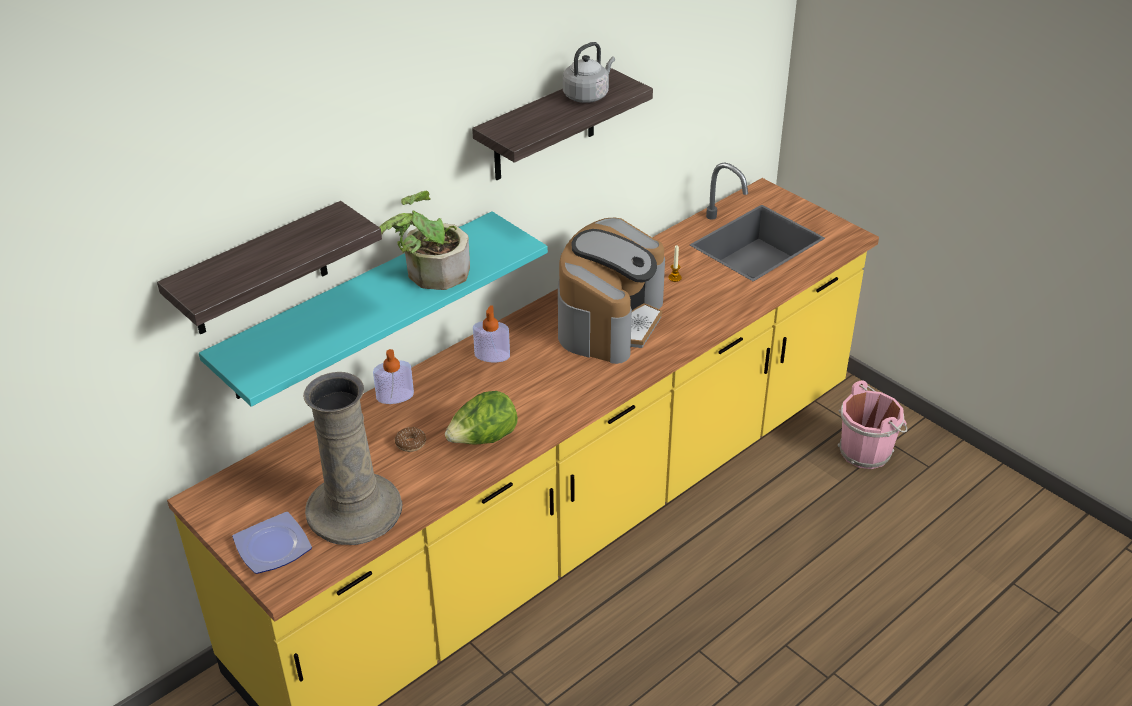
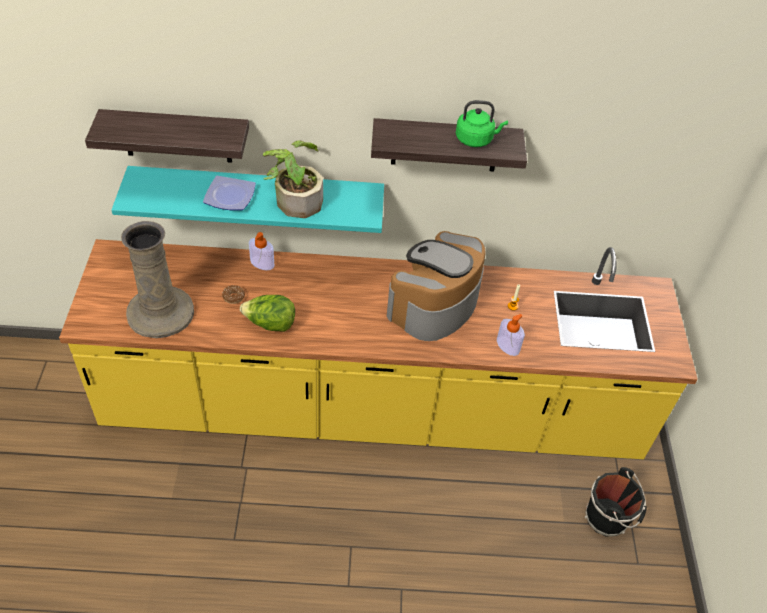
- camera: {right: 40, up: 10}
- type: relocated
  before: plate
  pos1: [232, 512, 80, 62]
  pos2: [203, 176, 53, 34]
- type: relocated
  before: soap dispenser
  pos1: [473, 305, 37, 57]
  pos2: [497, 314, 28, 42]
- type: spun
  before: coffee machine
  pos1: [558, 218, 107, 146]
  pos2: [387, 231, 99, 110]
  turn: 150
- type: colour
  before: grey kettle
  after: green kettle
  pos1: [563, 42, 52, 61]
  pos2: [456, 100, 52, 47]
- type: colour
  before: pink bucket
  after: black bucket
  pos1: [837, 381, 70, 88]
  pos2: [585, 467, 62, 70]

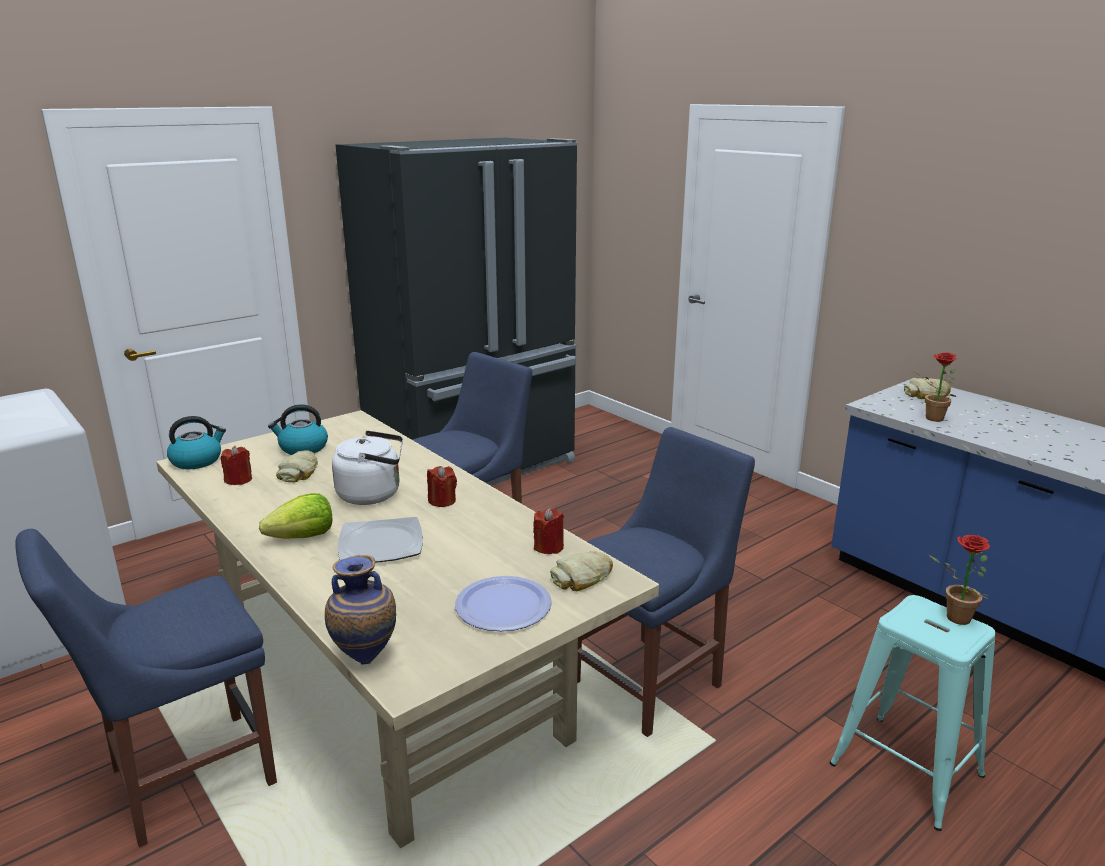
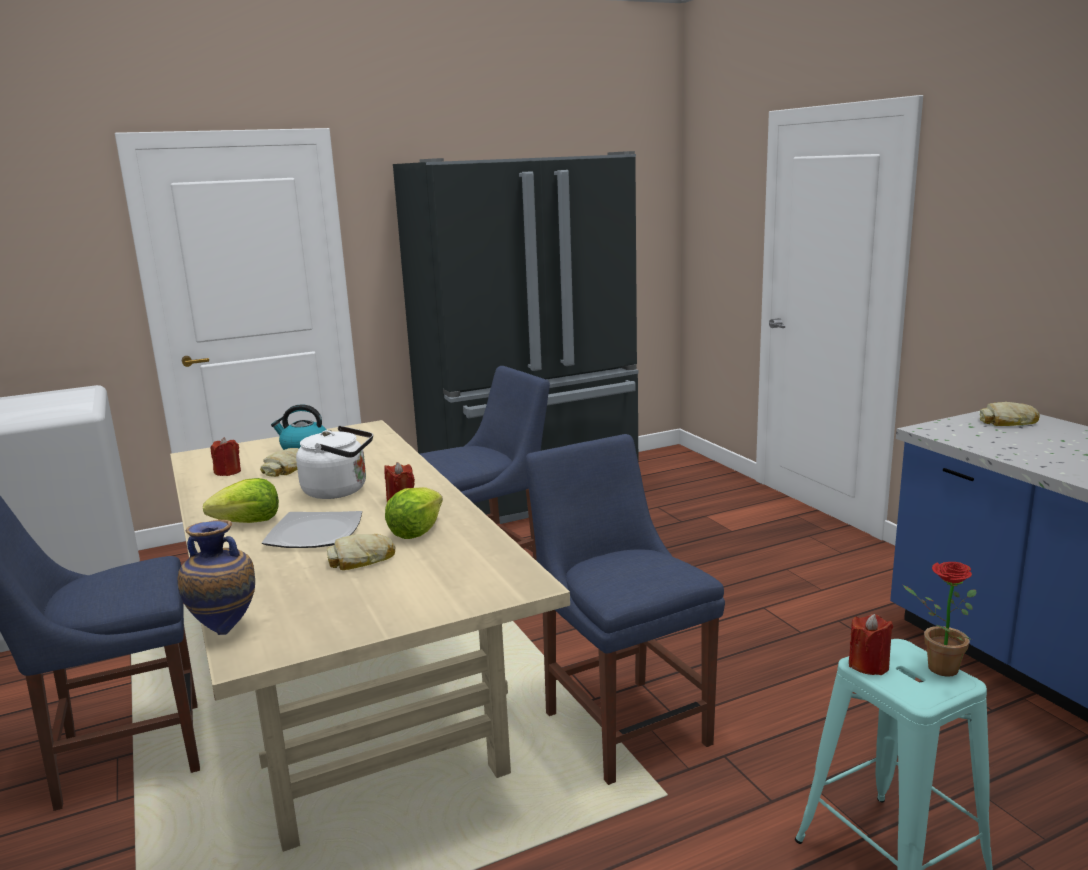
- camera: {right: 15, up: -5}
- type: missing
  before: kettle
  pos1: [167, 416, 59, 53]
- type: missing
  before: plate
  pos1: [455, 576, 97, 55]
- type: relocated
  before: red candle
  pos1: [533, 508, 31, 46]
  pos2: [849, 614, 44, 61]
- type: relocated
  before: bread
  pos1: [550, 551, 63, 40]
  pos2: [327, 534, 69, 36]
- type: spun
  before: blue chair
  pos1: [577, 427, 178, 310]
  pos2: [525, 434, 200, 351]
  turn: -90
- type: missing
  before: potted plant
  pos1: [913, 352, 44, 70]
- type: appeared
  after: lettuce
  pos2: [385, 487, 58, 52]

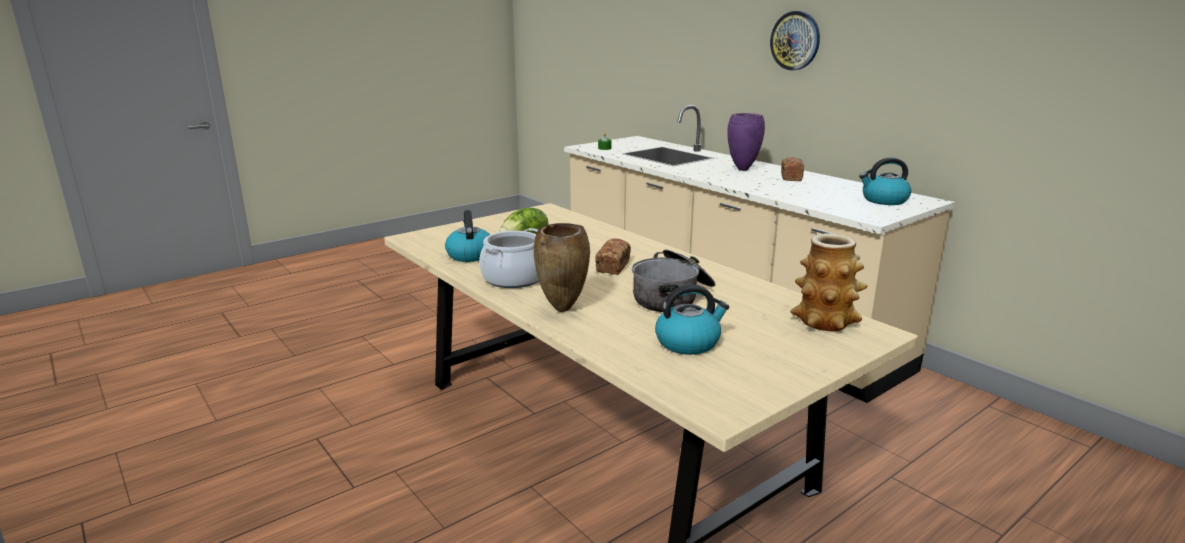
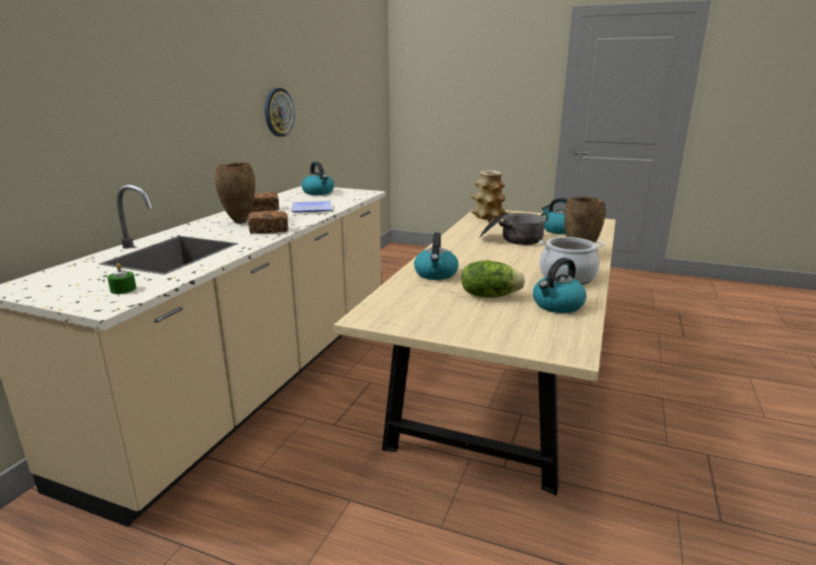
- camera: {right: -120, up: 0}
- type: relocated
  before: bread
  pos1: [595, 239, 36, 36]
  pos2: [248, 211, 40, 23]
- type: colour
  before: purple vase
  after: brown vase
  pos1: [727, 113, 38, 58]
  pos2: [215, 162, 40, 62]
- type: relocated
  before: wall clock
  pos1: [770, 11, 50, 59]
  pos2: [265, 88, 30, 49]
- type: appeared
  after: plate
  pos2: [291, 201, 41, 11]
- type: appeared
  after: kettle
  pos2: [414, 232, 45, 48]

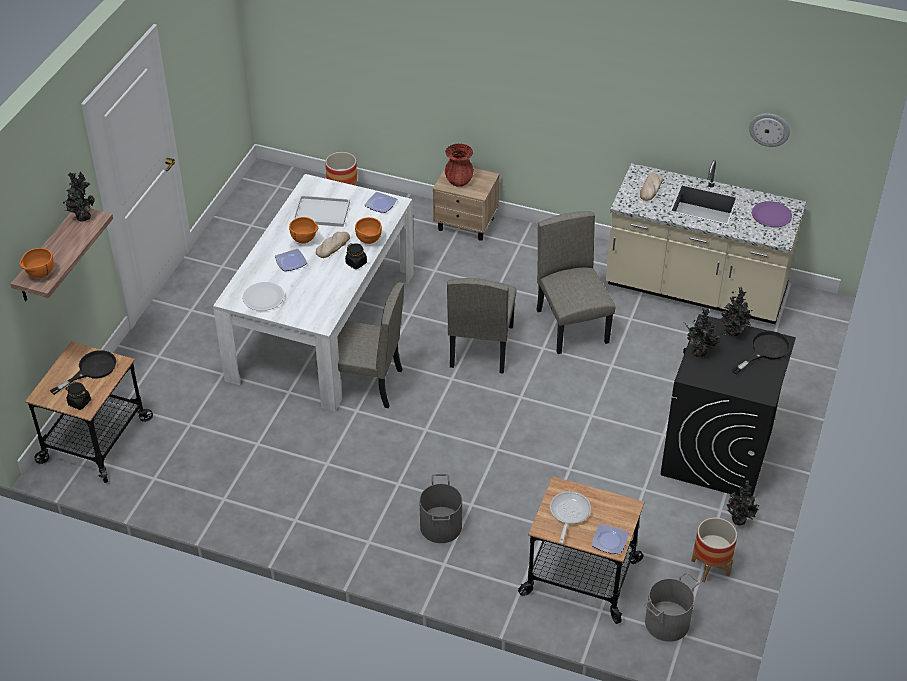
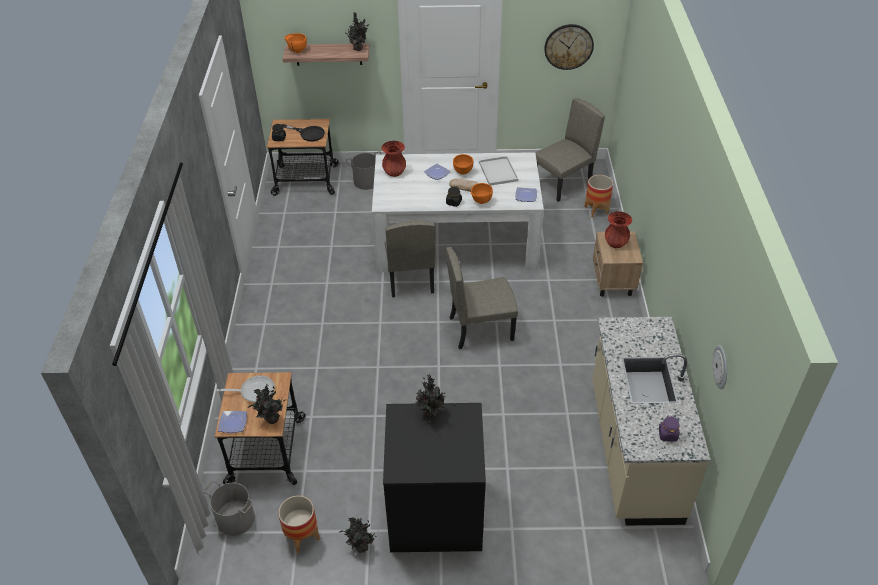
- camera: {right: 70, up: 0}
- type: exchanged
  before: white plate
  after: red vase
  pos1: [243, 282, 42, 29]
  pos2: [381, 141, 25, 36]
- type: relocated
  before: grey bucket
  pos1: [419, 474, 43, 69]
  pos2: [346, 151, 36, 39]
- type: relocated
  before: beige chair
  pos1: [536, 211, 80, 143]
  pos2: [535, 98, 70, 104]
- type: missing
  before: bread
  pos1: [640, 173, 23, 28]
- type: relocated
  before: potted plant
  pos1: [721, 287, 32, 50]
  pos2: [248, 384, 38, 40]
- type: missing
  before: black frying pan
  pos1: [732, 331, 59, 44]
- type: exchanged
  before: purple plate
  after: purple jar
  pos1: [752, 201, 40, 26]
  pos2: [659, 415, 21, 27]
- type: appeared
  after: wall clock
  pos2: [544, 24, 50, 46]

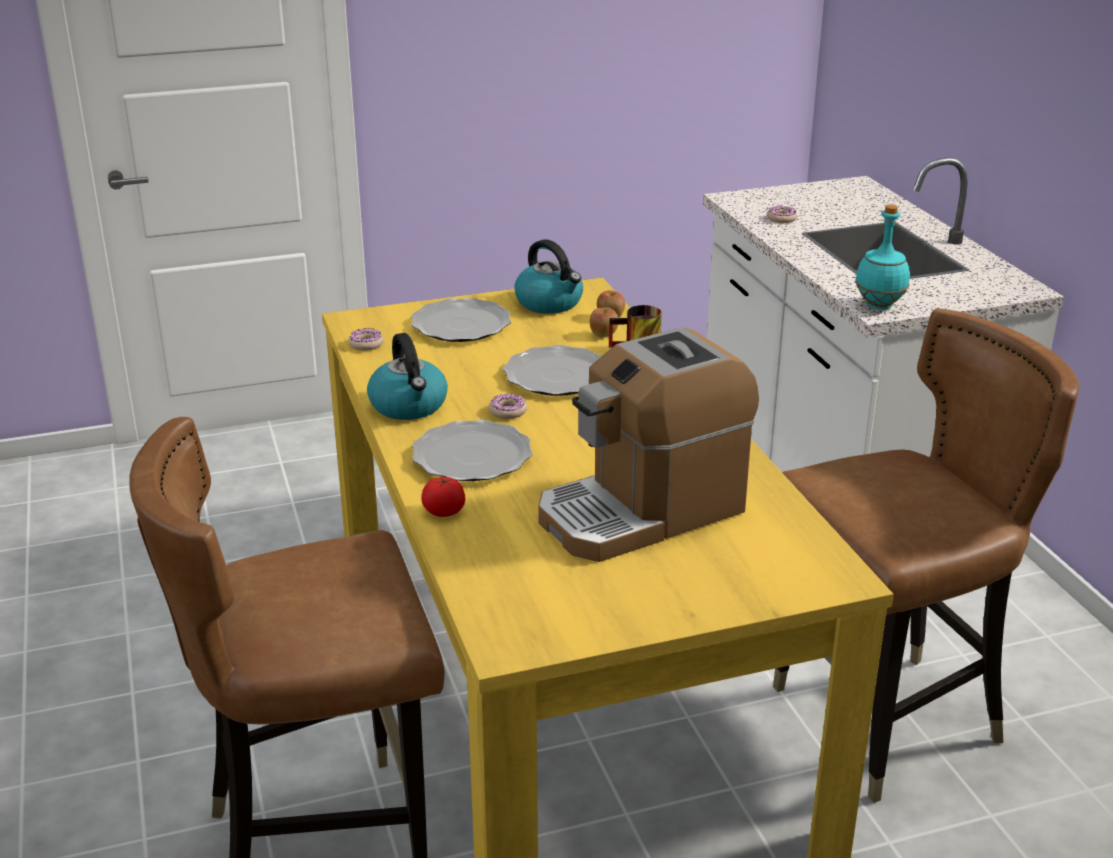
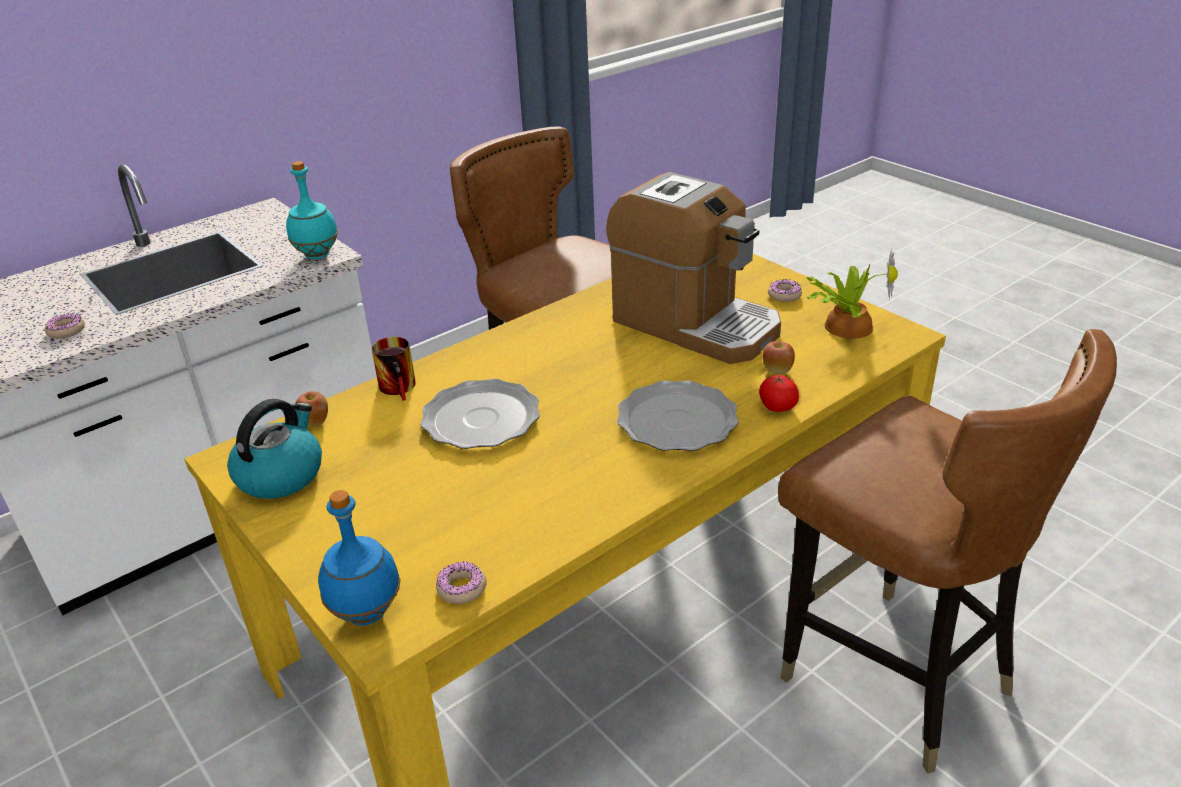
- camera: {right: -110, up: 5}
- type: missing
  before: kettle
  pos1: [367, 333, 81, 87]
- type: missing
  before: plate
  pos1: [411, 298, 100, 44]
- type: relocated
  before: donut
  pos1: [489, 394, 38, 25]
  pos2: [768, 279, 34, 23]
- type: relocated
  before: apple
  pos1: [590, 308, 28, 30]
  pos2: [762, 341, 33, 33]
- type: appeared
  after: blue bottle
  pos2: [318, 490, 83, 136]
- type: appeared
  after: potted plant
  pos2: [807, 249, 91, 90]

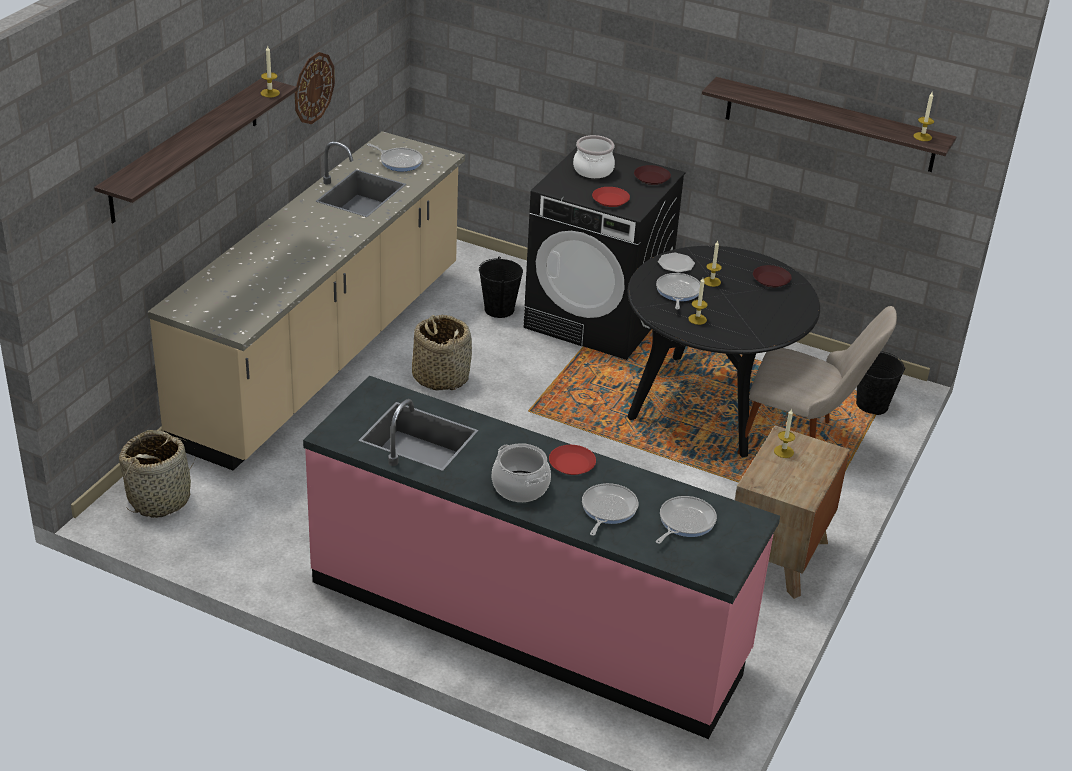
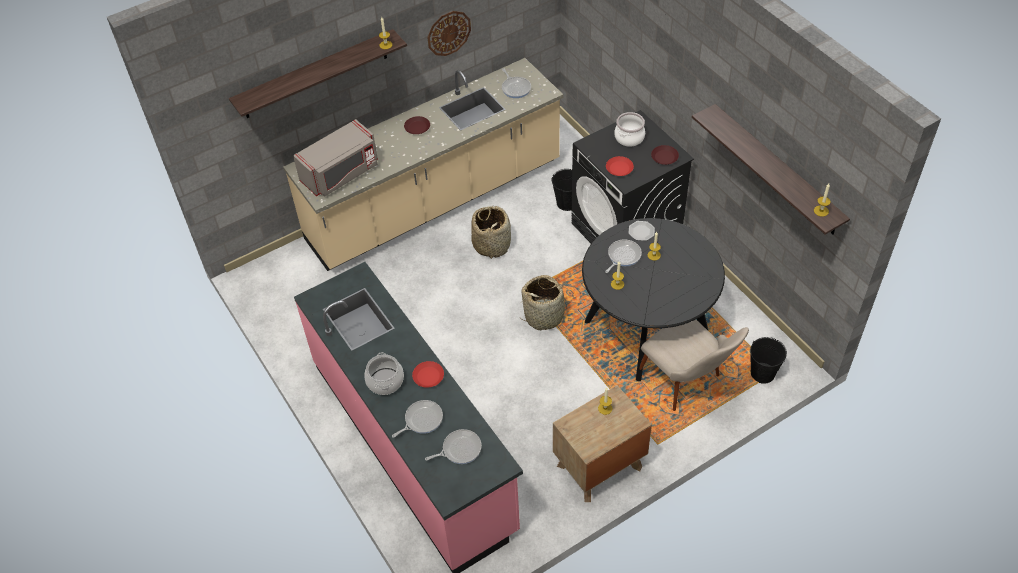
- camera: {right: 35, up: 15}
- type: relocated
  before: basket
  pos1: [119, 430, 77, 88]
  pos2: [520, 275, 54, 55]
- type: relocated
  before: brown plate
  pos1: [753, 265, 39, 22]
  pos2: [404, 116, 26, 18]
- type: appeared
  after: grey microwave
  pos2: [293, 119, 85, 78]

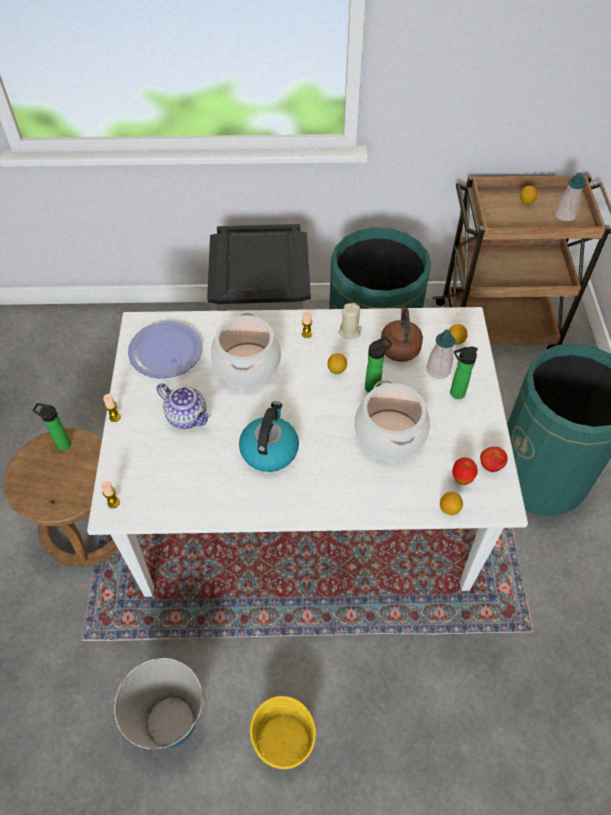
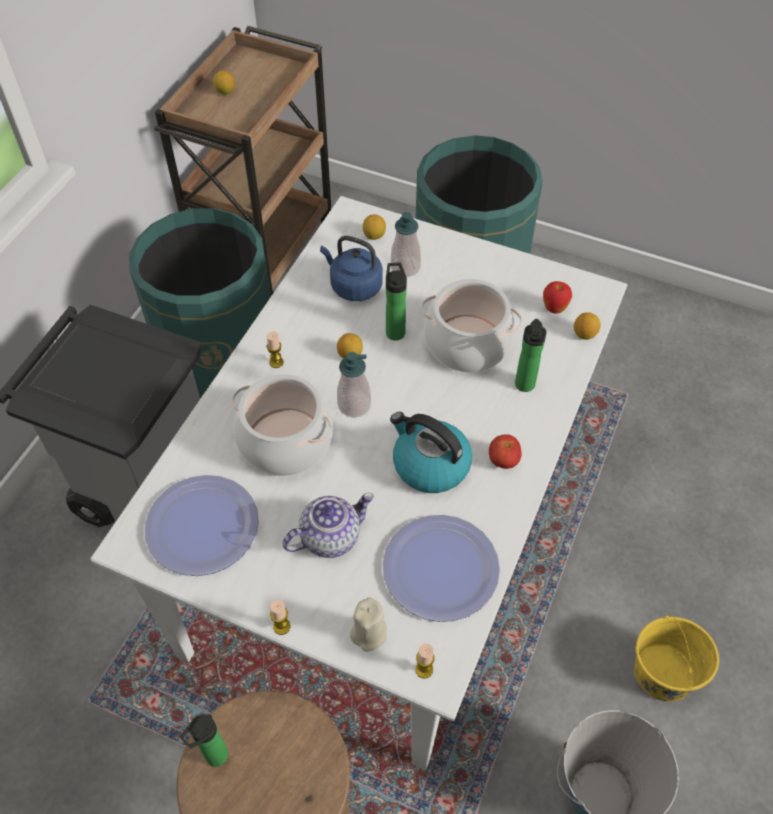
- camera: {right: -65, up: 0}
- type: relocated
  before: beige candle
  pos1: [339, 303, 23, 36]
  pos2: [350, 597, 37, 55]
- type: colour
  before: brown kettle
  after: blue kettle
  pos1: [381, 307, 42, 55]
  pos2: [320, 236, 63, 65]
- type: relocated
  before: bottle
  pos1: [450, 346, 28, 53]
  pos2: [515, 319, 32, 73]
- type: relocated
  before: tomato
  pos1: [480, 447, 28, 25]
  pos2: [489, 434, 33, 35]
- type: relocated
  before: soap dispenser
  pos1: [555, 173, 31, 49]
  pos2: [337, 352, 34, 65]
- type: appeared
  after: plate
  pos2: [383, 515, 117, 107]

